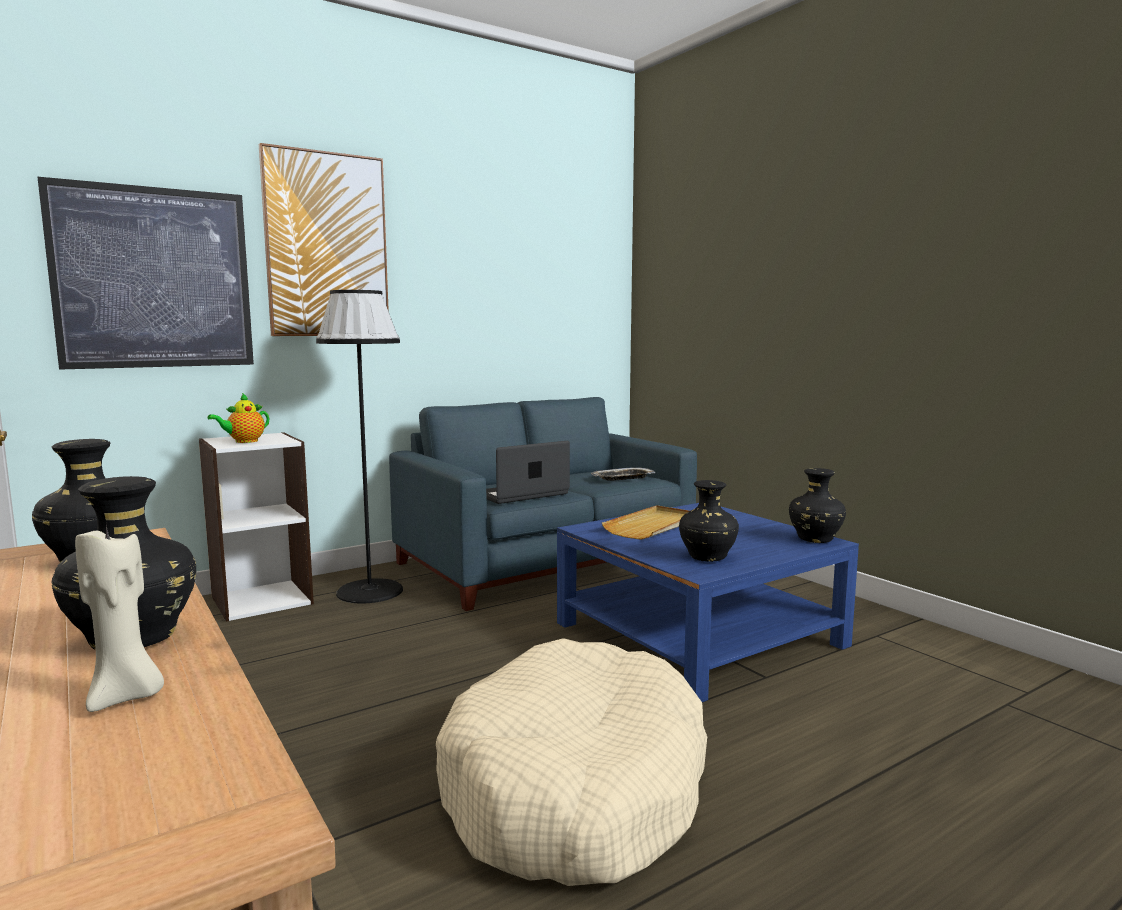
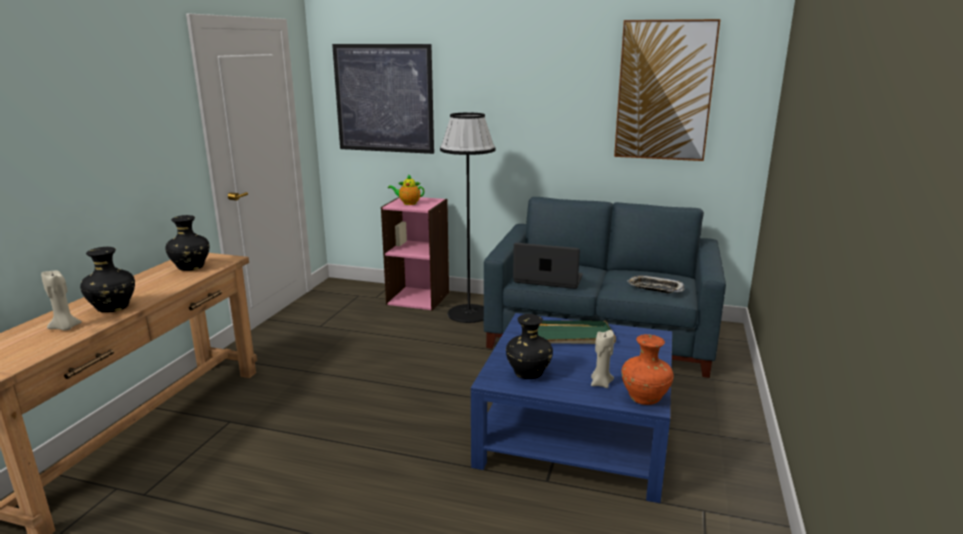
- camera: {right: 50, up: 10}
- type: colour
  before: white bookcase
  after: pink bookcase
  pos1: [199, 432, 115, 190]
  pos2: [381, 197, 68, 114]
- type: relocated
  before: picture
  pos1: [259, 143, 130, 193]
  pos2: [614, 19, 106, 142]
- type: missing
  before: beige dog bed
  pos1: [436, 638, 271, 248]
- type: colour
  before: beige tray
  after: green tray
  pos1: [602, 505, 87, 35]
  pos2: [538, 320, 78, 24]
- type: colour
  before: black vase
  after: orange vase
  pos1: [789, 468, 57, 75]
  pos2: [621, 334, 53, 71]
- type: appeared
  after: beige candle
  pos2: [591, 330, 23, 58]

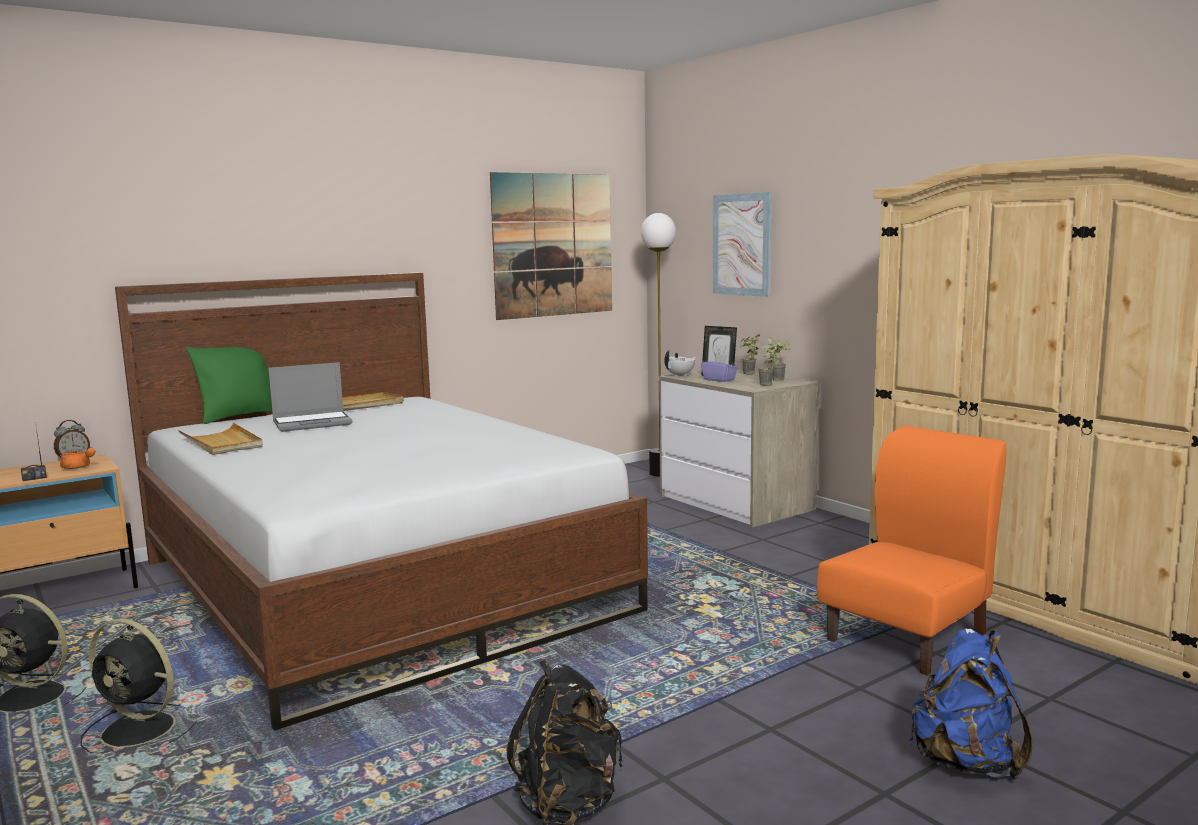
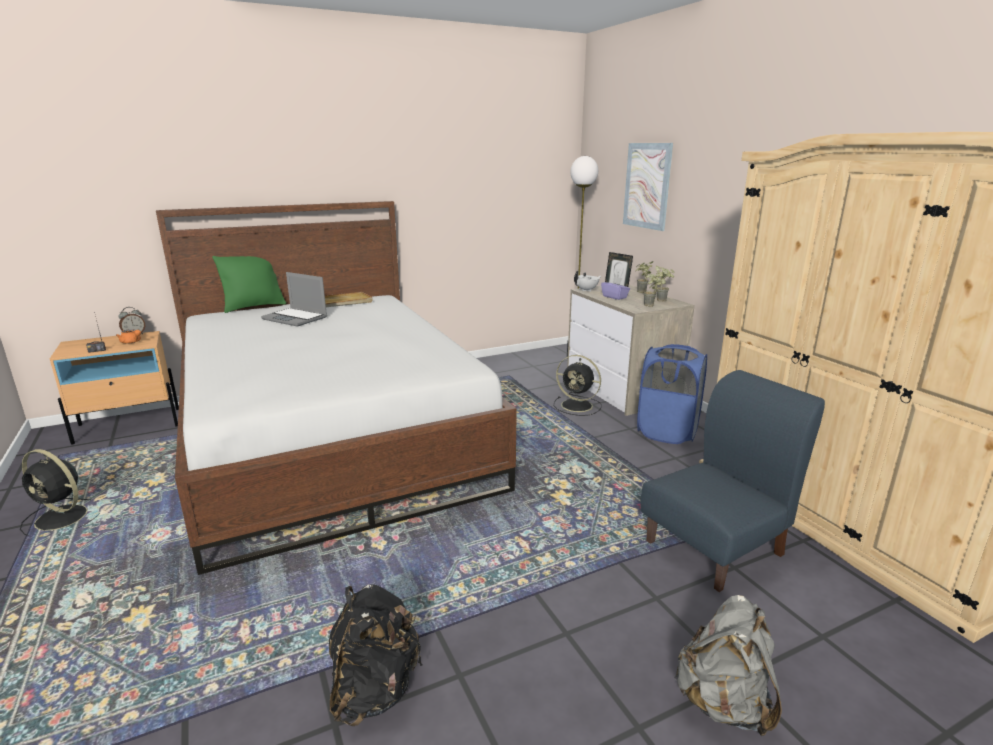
- camera: {right: 10, up: 10}
- type: relocated
  before: black fan
  pos1: [80, 619, 117, 134]
  pos2: [554, 355, 48, 61]
- type: missing
  before: beige tray
  pos1: [178, 423, 85, 32]
- type: spun
  before: laptop
  pos1: [268, 362, 84, 70]
  pos2: [261, 272, 66, 55]
  turn: 45
- type: missing
  before: picture
  pos1: [490, 172, 122, 148]
- type: colour
  before: orange chair
  after: blue chair
  pos1: [817, 426, 189, 249]
  pos2: [641, 370, 184, 222]
- type: colour
  before: blue backpack
  after: grey backpack
  pos1: [910, 629, 123, 151]
  pos2: [675, 595, 107, 141]
- type: appeared
  after: blue laundry basket
  pos2: [637, 344, 70, 100]

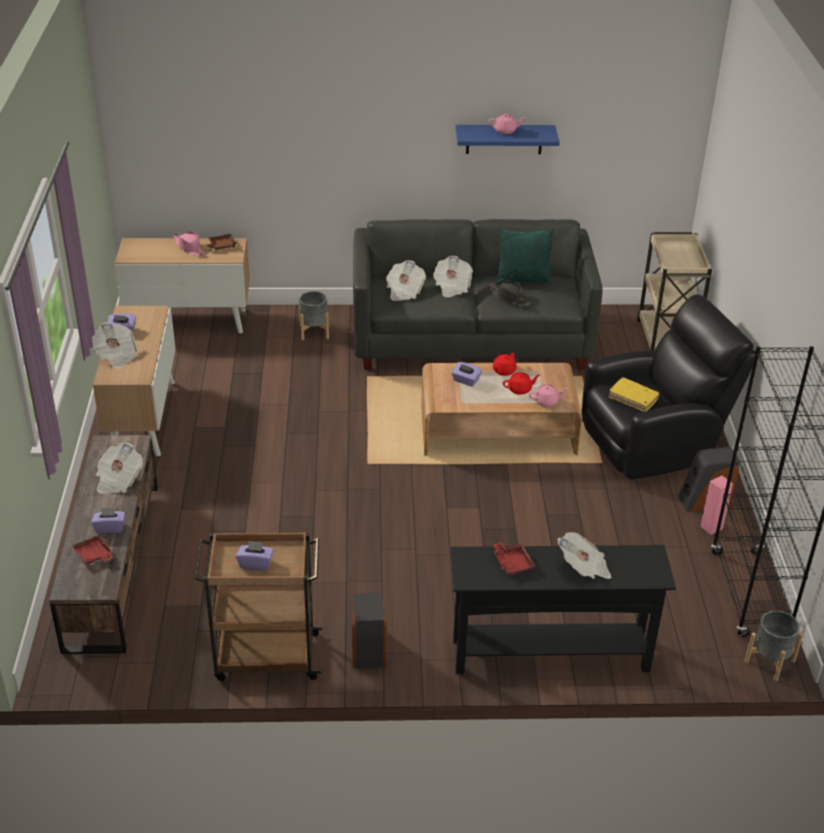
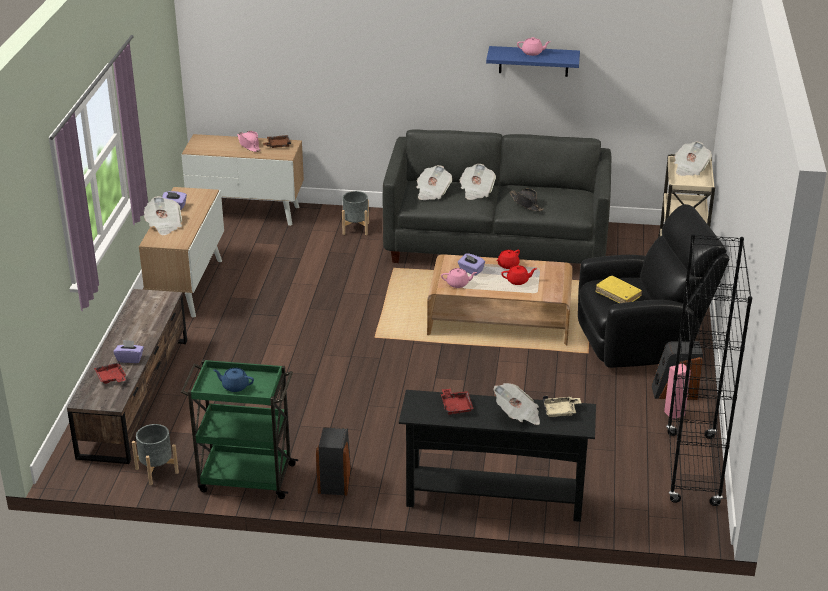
- camera: {right: 10, up: -5}
- type: relocated
  before: newspaper
  pos1: [96, 443, 47, 51]
  pos2: [674, 142, 38, 34]
- type: colour
  before: brown cart
  after: green cart
  pos1: [194, 532, 128, 149]
  pos2: [181, 359, 118, 140]
- type: exchanged
  before: purple tissue box
  after: blue teapot
  pos1: [236, 541, 38, 30]
  pos2: [214, 368, 40, 24]
- type: missing
  before: green pillow
  pos1: [496, 228, 58, 57]
- type: relocated
  before: pink teapot
  pos1: [529, 384, 39, 23]
  pos2: [441, 268, 36, 20]
- type: relocated
  before: grey planter
  pos1: [745, 610, 58, 71]
  pos2: [132, 424, 47, 61]
- type: appeared
  after: beige tray
  pos2: [543, 396, 38, 21]

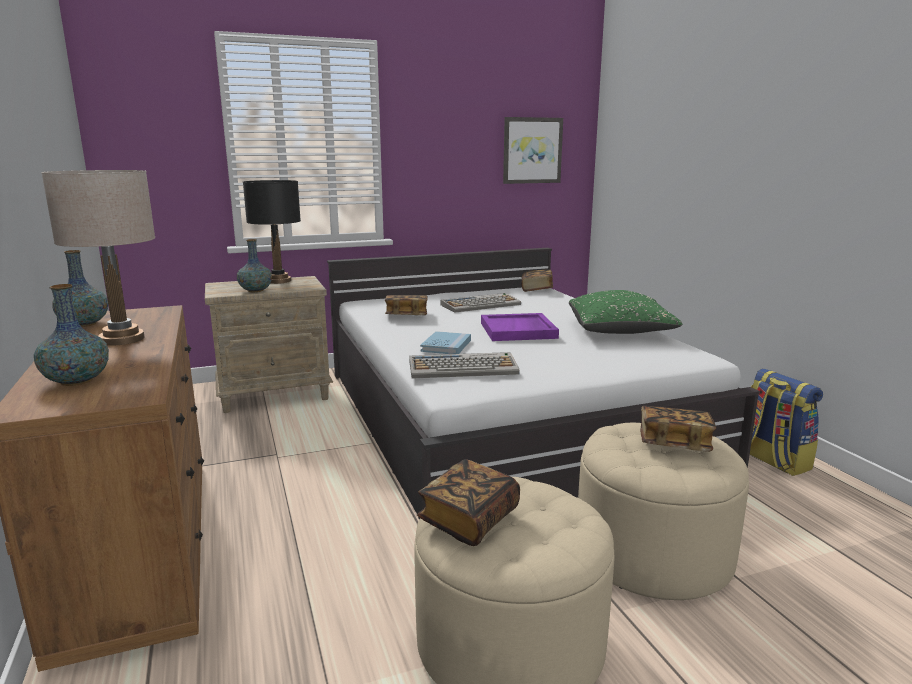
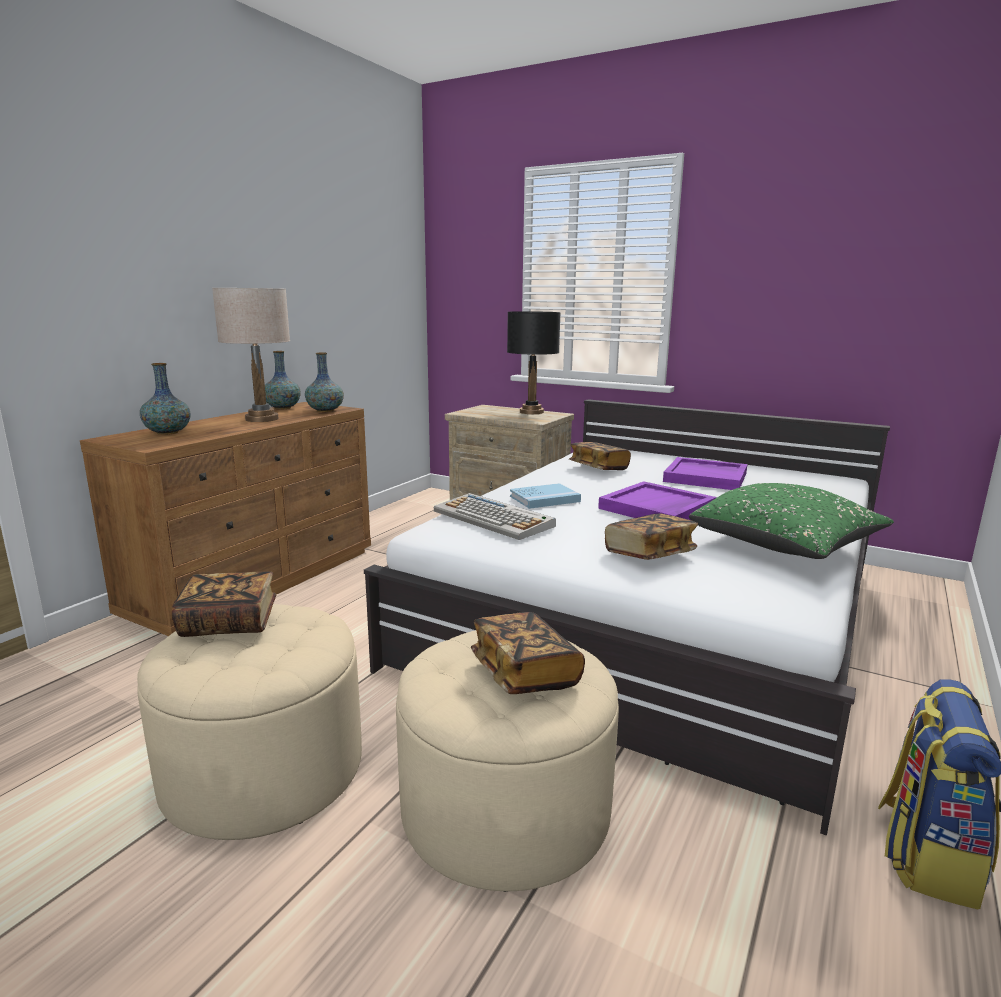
- camera: {right: 50, up: 0}
- type: relocated
  before: vase
  pos1: [237, 239, 35, 53]
  pos2: [305, 352, 39, 60]
- type: exchanged
  before: keyboard
  after: purple tray
  pos1: [441, 293, 80, 20]
  pos2: [663, 457, 84, 33]
- type: missing
  before: picture
  pos1: [503, 117, 60, 67]
- type: relocated
  before: book
  pos1: [521, 270, 32, 22]
  pos2: [605, 514, 93, 46]

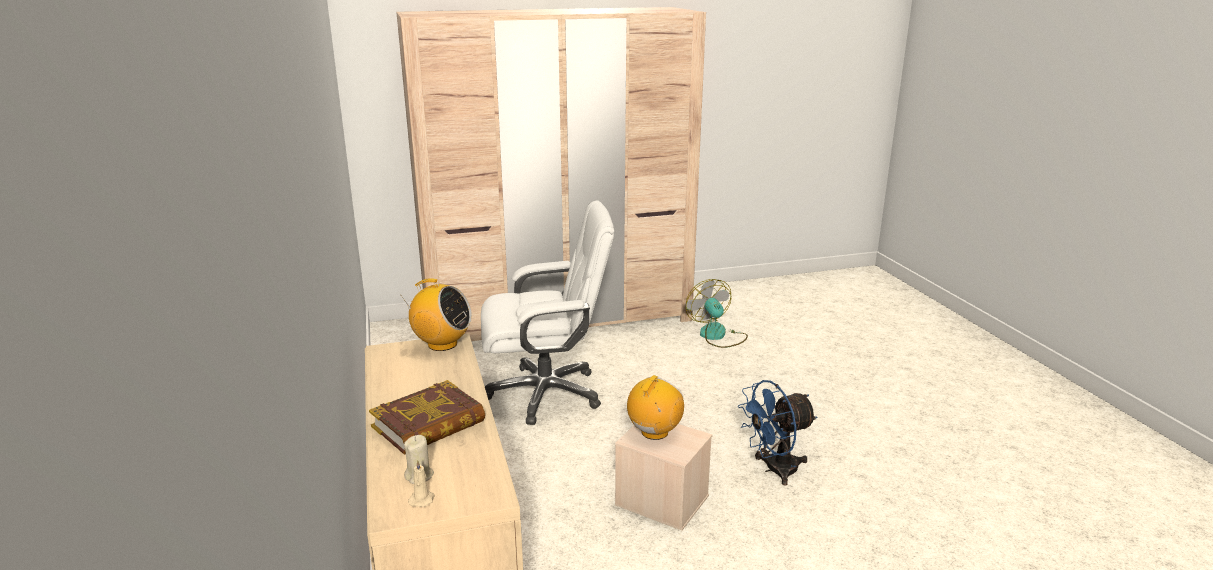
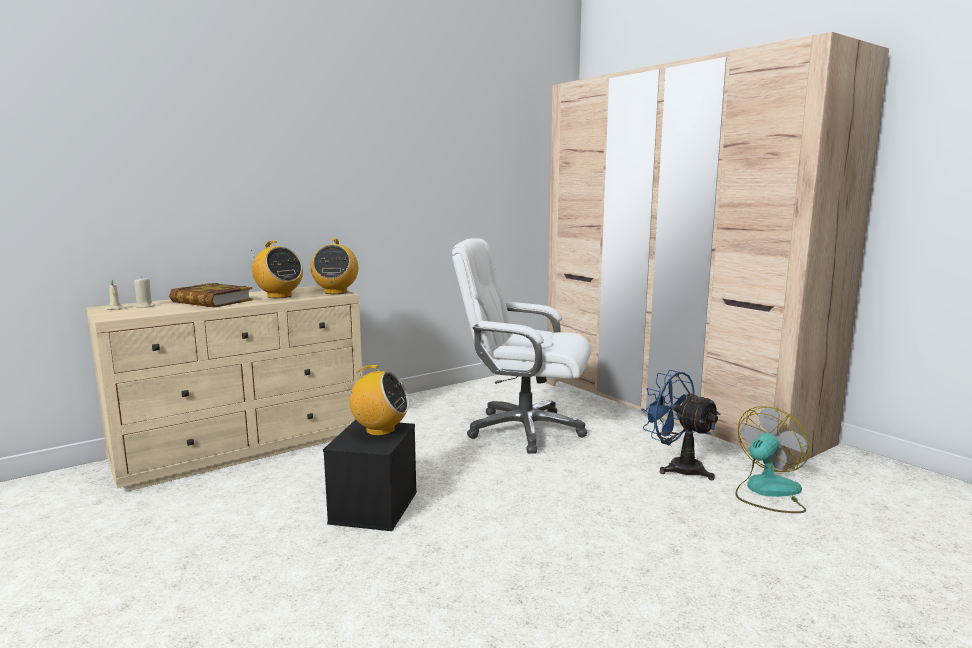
- camera: {right: 70, up: -10}
- type: spun
  before: white office chair
  pos1: [481, 200, 133, 225]
  pos2: [452, 238, 139, 216]
  turn: 135
- type: colour
  before: beige storage box
  after: black storage box
  pos1: [615, 424, 97, 107]
  pos2: [323, 420, 94, 111]
- type: relocated
  before: blue fan
  pos1: [738, 380, 79, 106]
  pos2: [641, 370, 80, 110]
- type: appeared
  after: radio
  pos2: [251, 241, 52, 57]

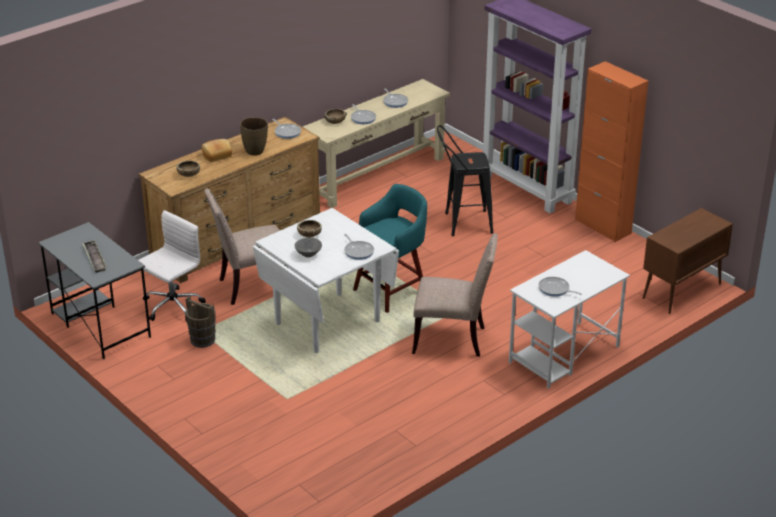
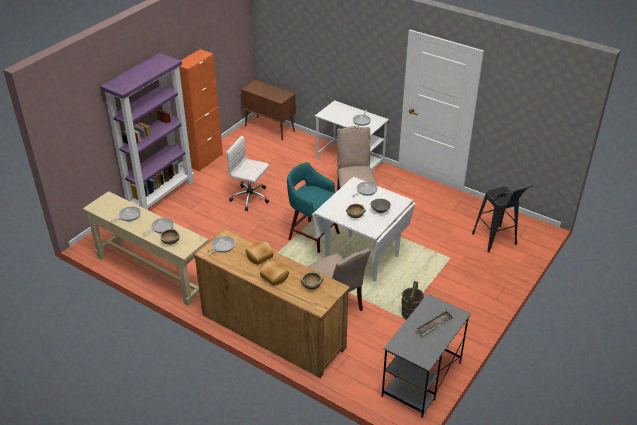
- camera: {right: -105, up: 5}
- type: relocated
  before: white office chair
  pos1: [138, 210, 68, 112]
  pos2: [226, 136, 43, 75]
- type: exchanged
  before: brown vase
  after: bread
  pos1: [240, 117, 28, 38]
  pos2: [246, 241, 28, 24]
- type: relocated
  before: black stool
  pos1: [437, 125, 56, 111]
  pos2: [472, 185, 61, 68]

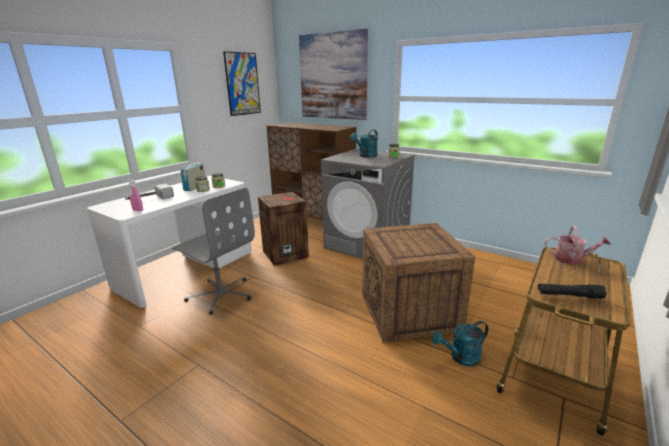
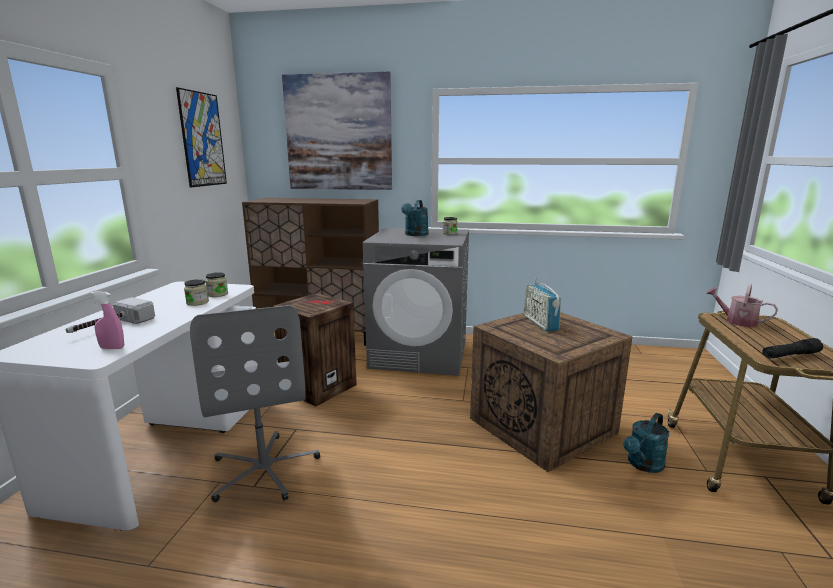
- camera: {right: -25, up: -5}
- type: spun
  before: grey office chair
  pos1: [172, 188, 83, 127]
  pos2: [190, 305, 130, 197]
  turn: 60
- type: relocated
  before: radio
  pos1: [181, 159, 24, 32]
  pos2: [524, 278, 37, 54]
- type: spun
  before: watering can
  pos1: [545, 226, 66, 39]
  pos2: [705, 284, 73, 43]
  turn: -135

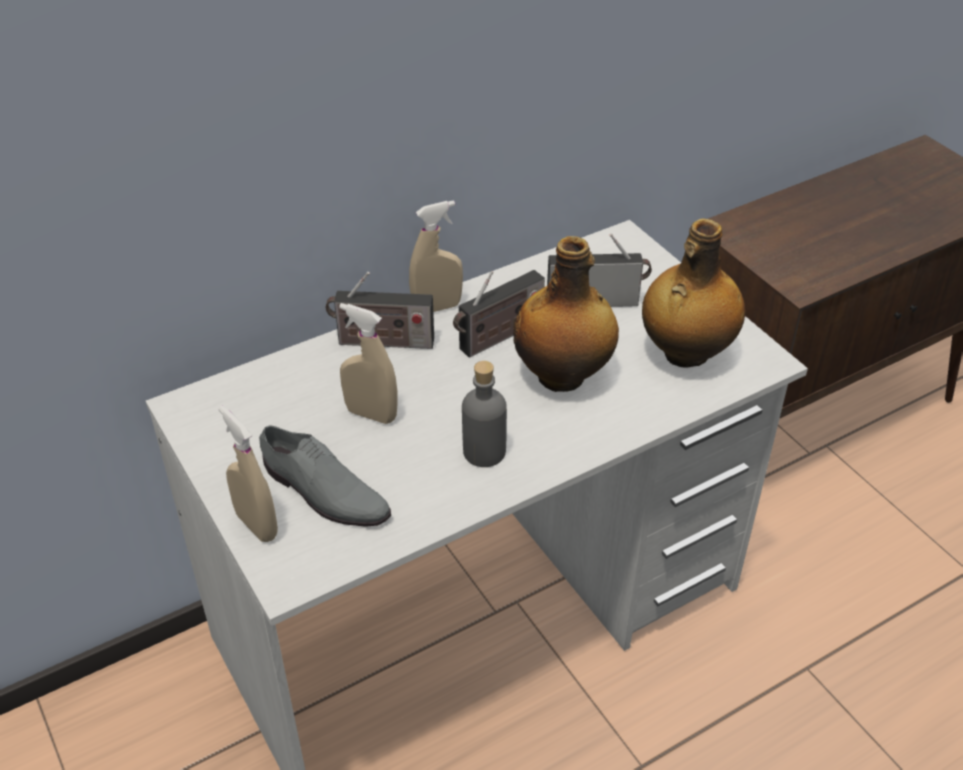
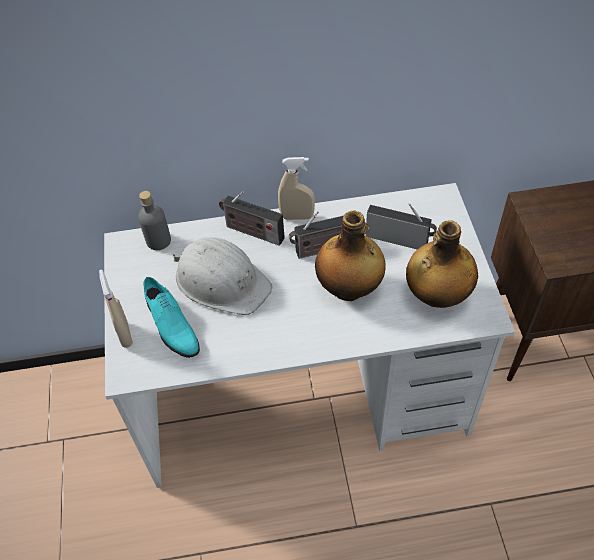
- camera: {right: 25, up: 10}
- type: colour
  before: grey shoe
  after: turquoise shoe
  pos1: [259, 426, 132, 101]
  pos2: [143, 277, 57, 81]
- type: exchanged
  before: beige spray bottle
  after: white hard hat
  pos1: [339, 303, 59, 121]
  pos2: [173, 237, 99, 78]
- type: relocated
  before: grey bottle
  pos1: [462, 361, 45, 106]
  pos2: [138, 191, 33, 59]

